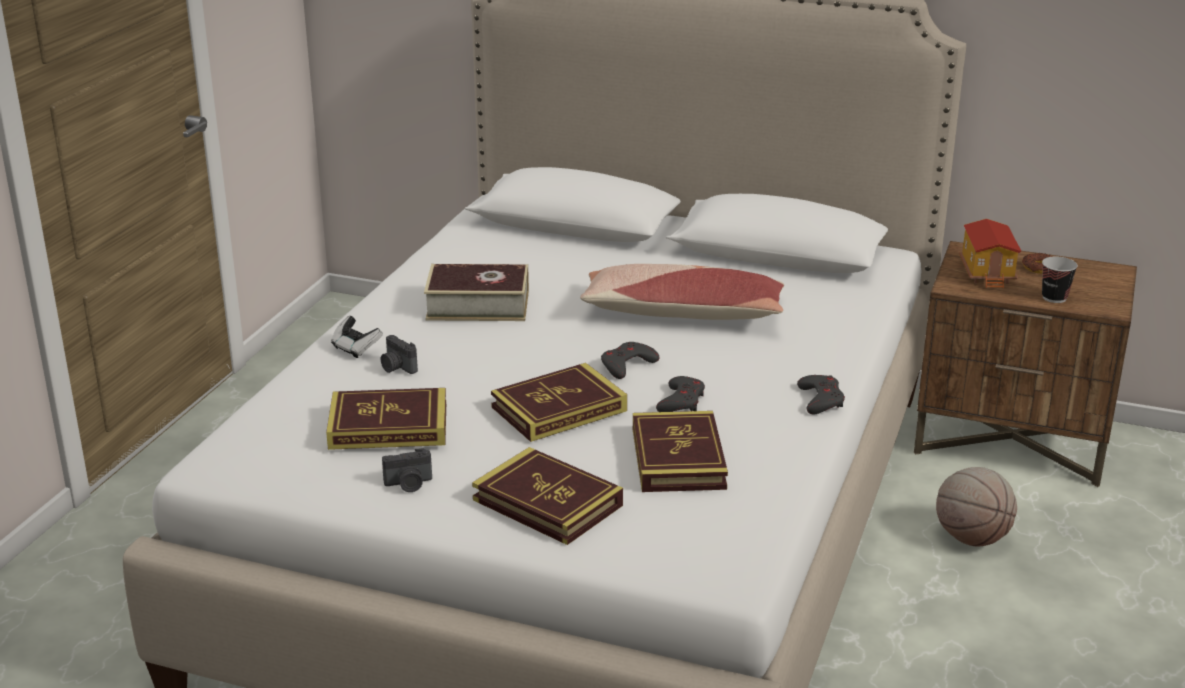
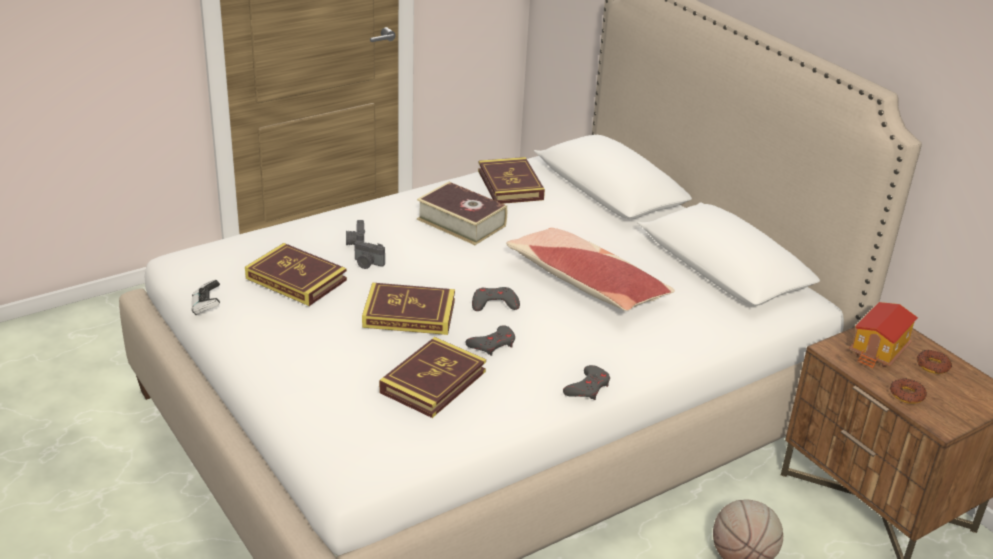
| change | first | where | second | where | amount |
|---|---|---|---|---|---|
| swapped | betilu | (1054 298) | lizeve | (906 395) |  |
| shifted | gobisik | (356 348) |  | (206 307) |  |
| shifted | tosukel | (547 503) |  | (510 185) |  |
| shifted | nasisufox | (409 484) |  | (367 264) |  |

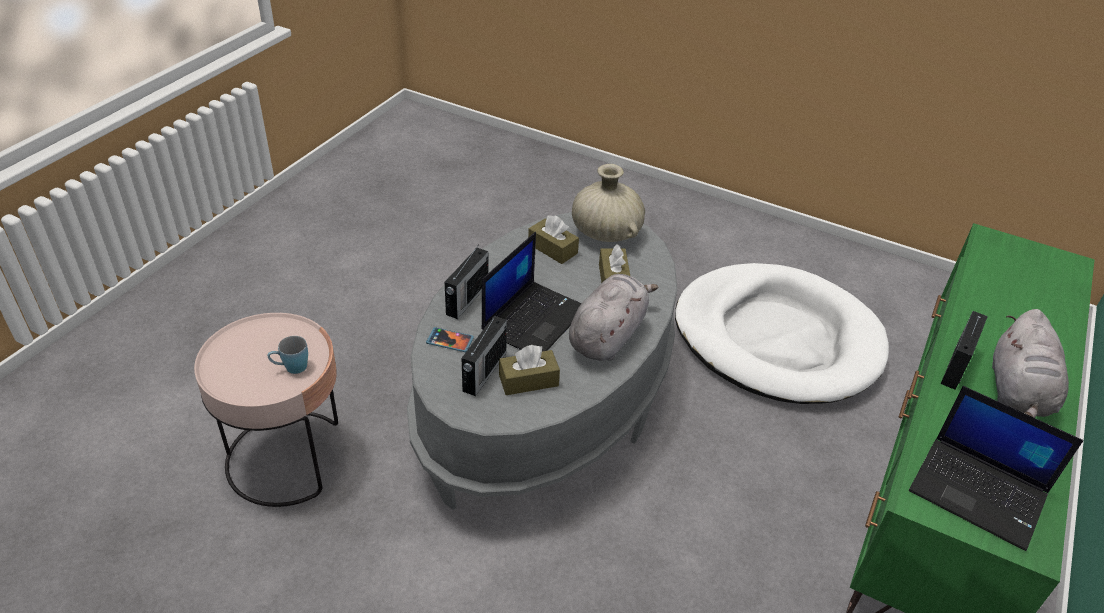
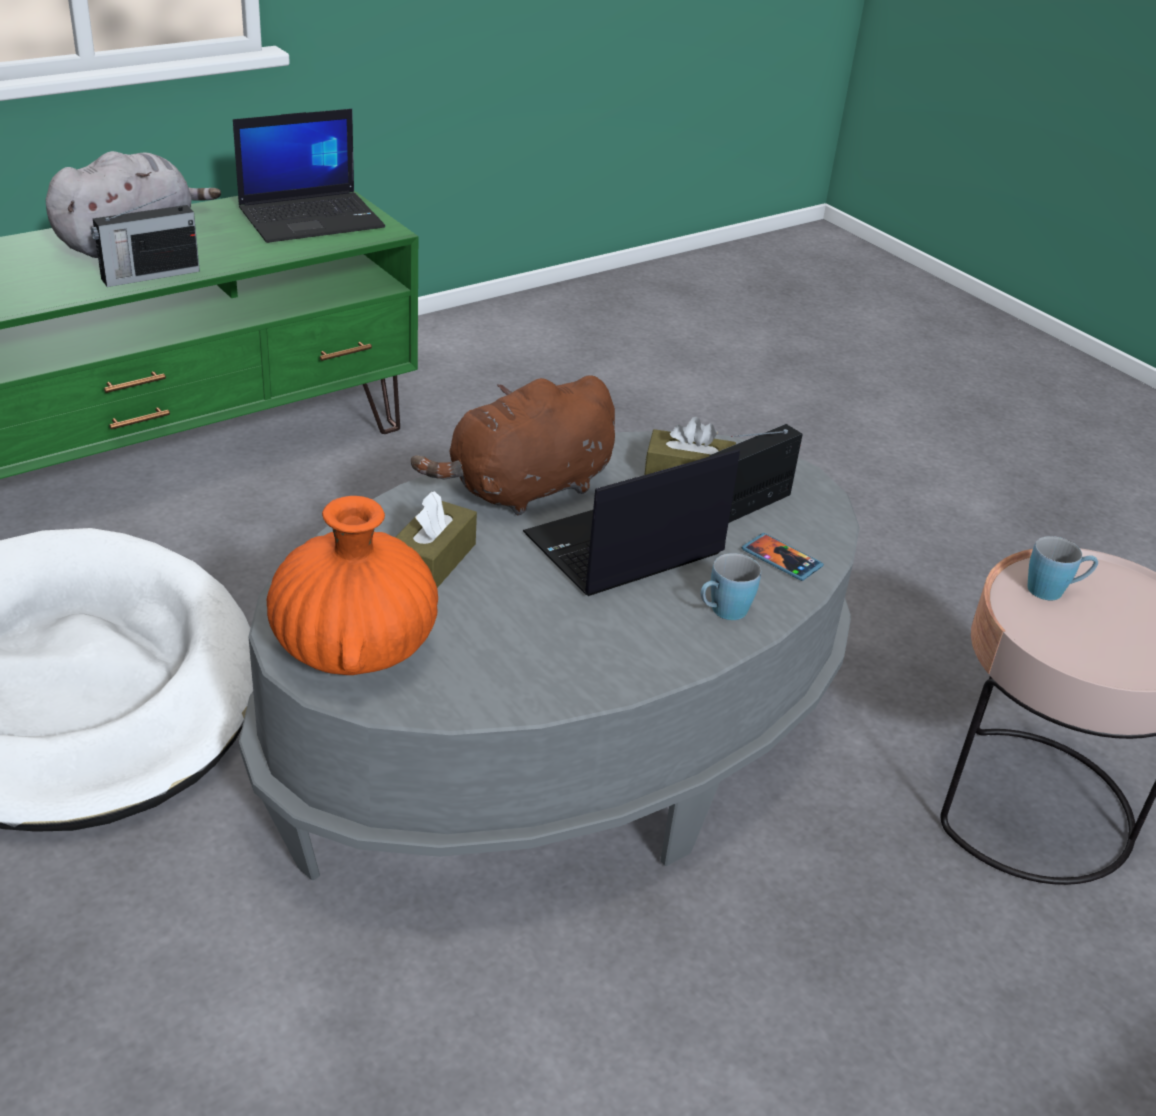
| change | first | where | second | where | amount |
|---|---|---|---|---|---|
| repainted | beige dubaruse | (605 233) | orange dubaruse | (355 647) |  |
| gone | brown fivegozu | (552 249) |  |  |  |
| swapped | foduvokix | (466 299) | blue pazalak | (722 612) |  |
| repainted | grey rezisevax | (608 336) | brown rezisevax | (525 490) |  |
| rotated | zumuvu | (980 492) |  | (312 218) | 90 degrees clockwise |

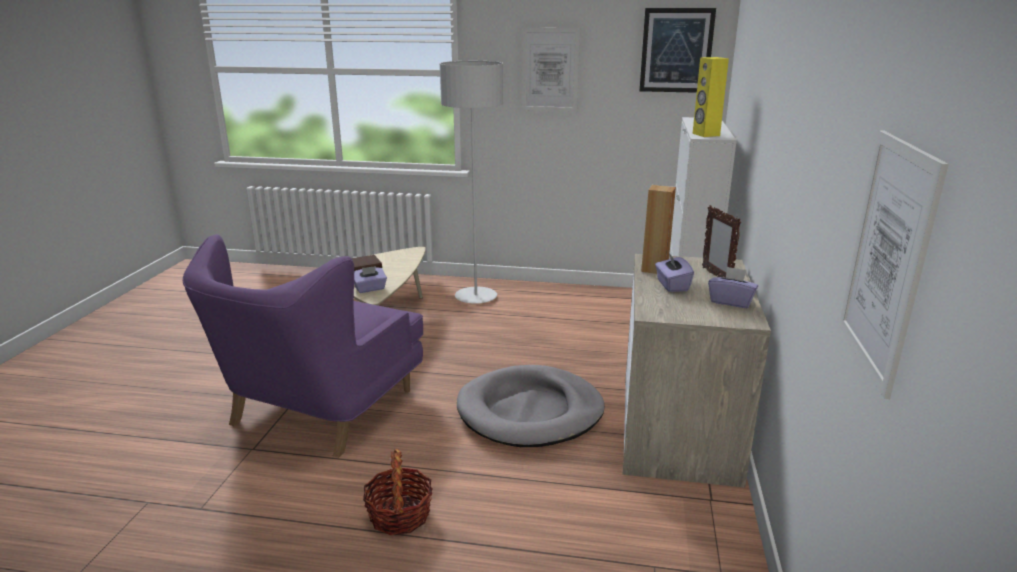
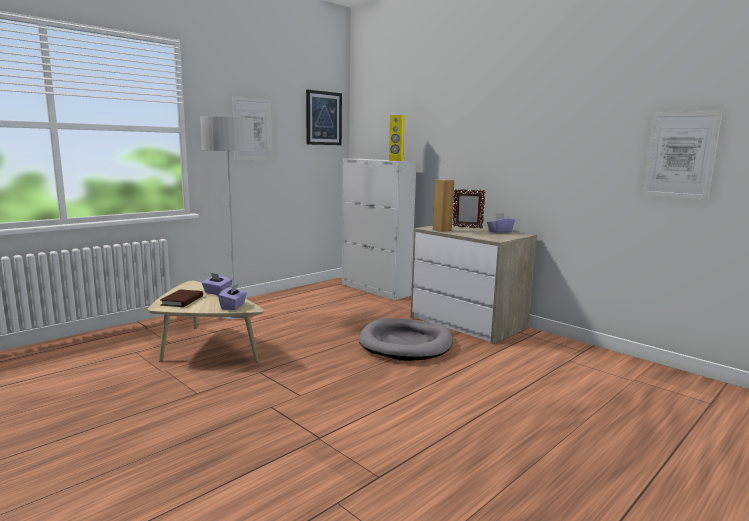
| change | first | where | second | where | amount |
|---|---|---|---|---|---|
| gone | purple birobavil | (320 409) |  |  |  |
| shifted | purple fivegozu | (672 285) |  | (217 293) |  |
| gone | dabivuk | (400 515) |  |  |  |

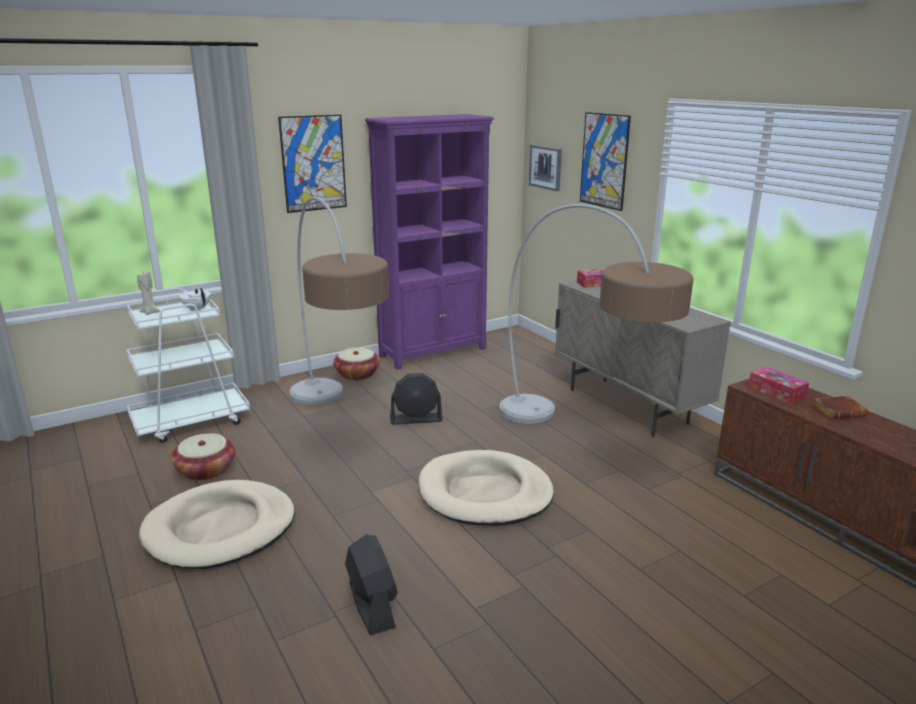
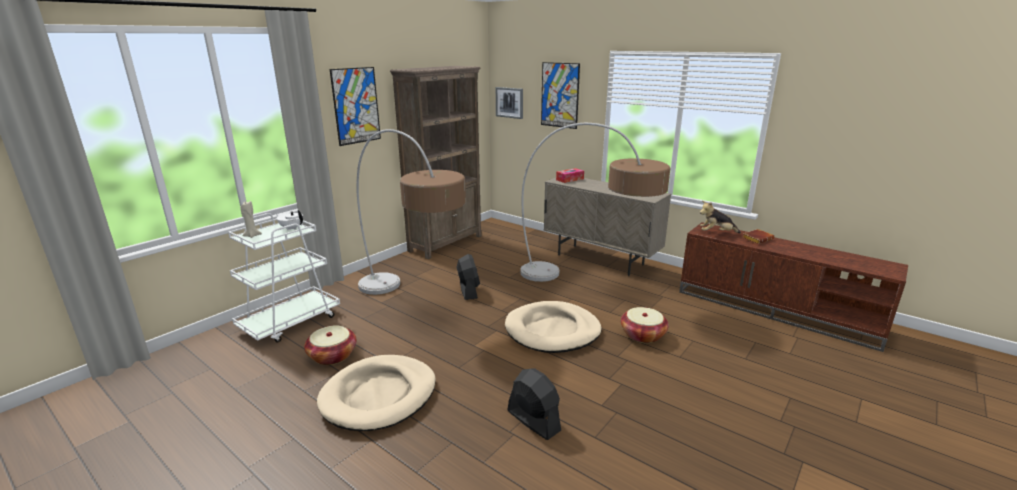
| change | first | where | second | where | amount |
|---|---|---|---|---|---|
| repainted | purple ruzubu | (434 352) | brown ruzubu | (446 243) |  |
| shifted | dabivuk | (357 374) |  | (643 335) |  |
| swapped | fivegozu | (776 392) | rezisevax | (716 233) |  |
| rotated | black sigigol | (416 419) |  | (468 290) | 75 degrees counterclockwise |

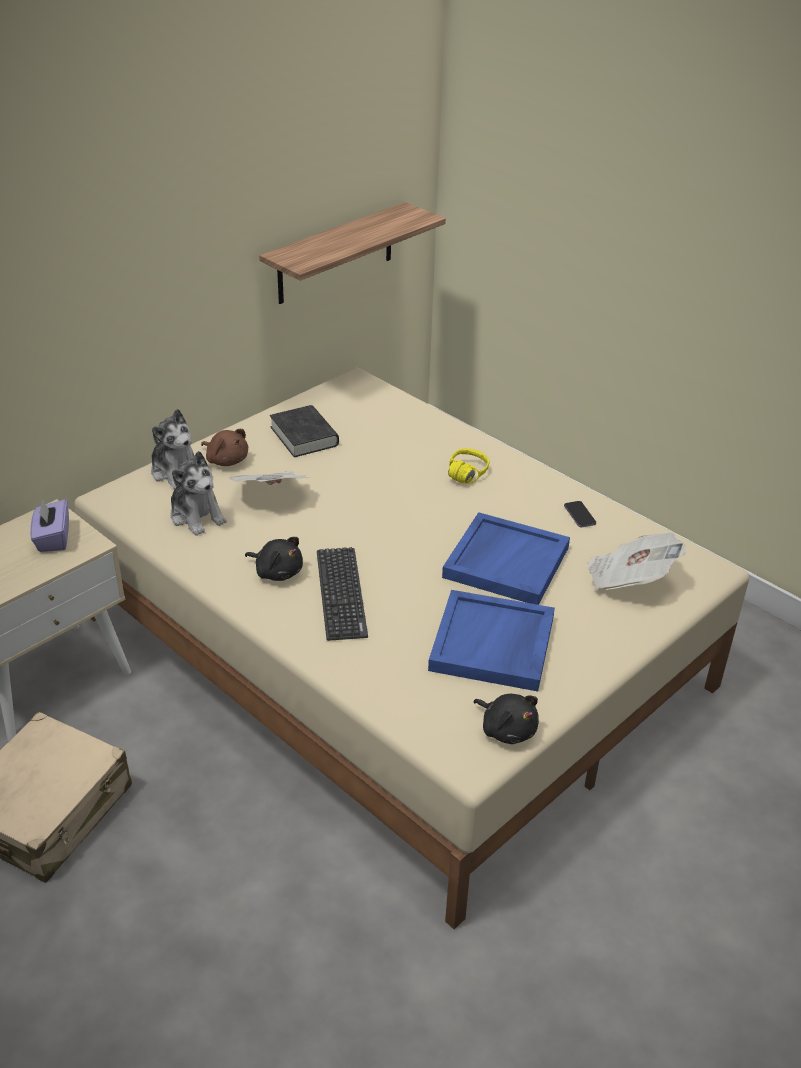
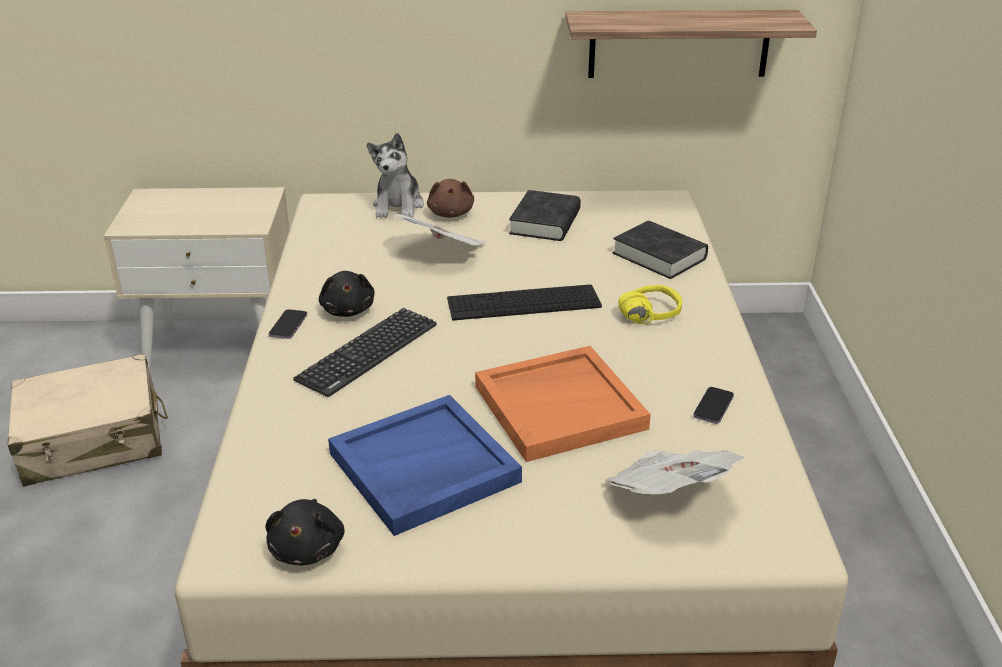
| change | first | where | second | where | amount |
|---|---|---|---|---|---|
| gone | rezisevax | (197 516) |  |  |  |
| gone | purple fivegozu | (53 539) |  |  |  |
| repainted | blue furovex | (505 561) | orange furovex | (560 406) |  |
| new |  |  | black tosukel | (659 256) |  |
| new |  |  | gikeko | (523 303) |  |
| new |  |  | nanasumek | (288 326) |  |

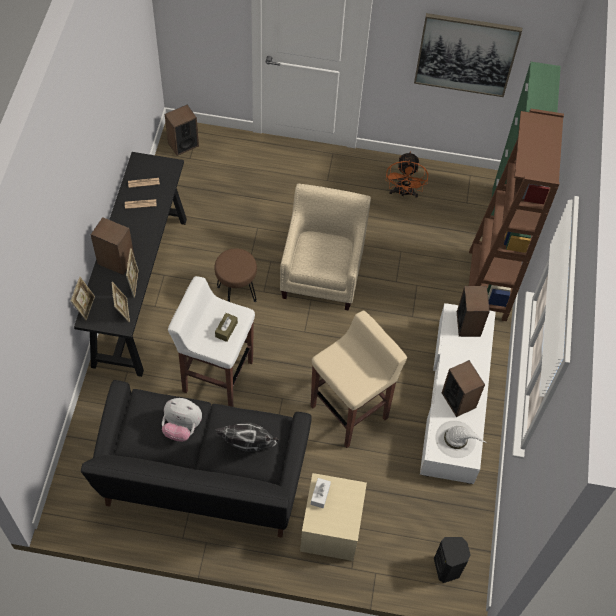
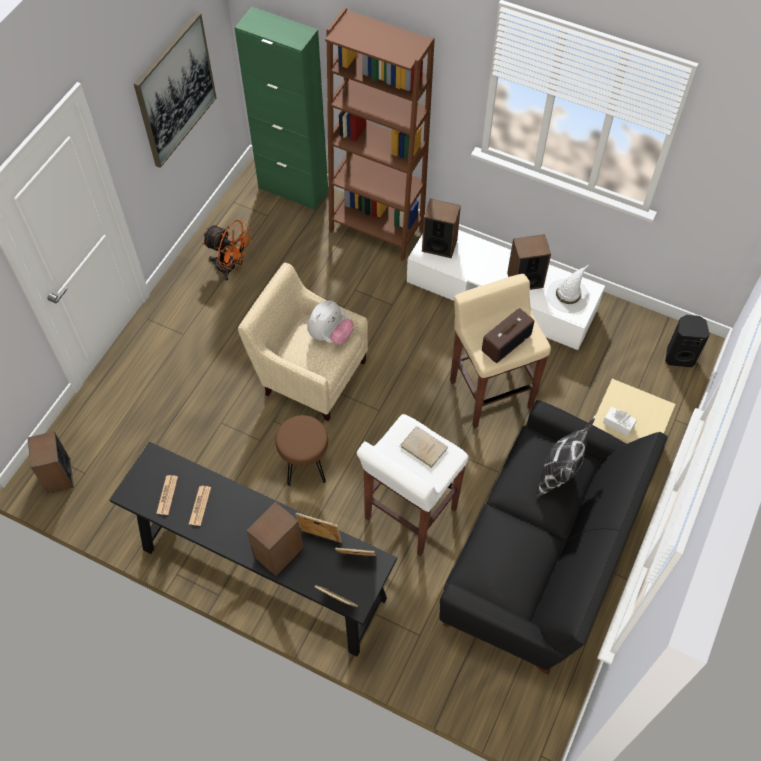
| change | first | where | second | where | amount |
|---|---|---|---|---|---|
| swapped | brown fivegozu | (226 329) | beige tosukel | (422 447) |  |
| shifted | rezisevax | (182 427) |  | (330 335) |  |
| new |  |  | foduvokix | (506 342) |  |

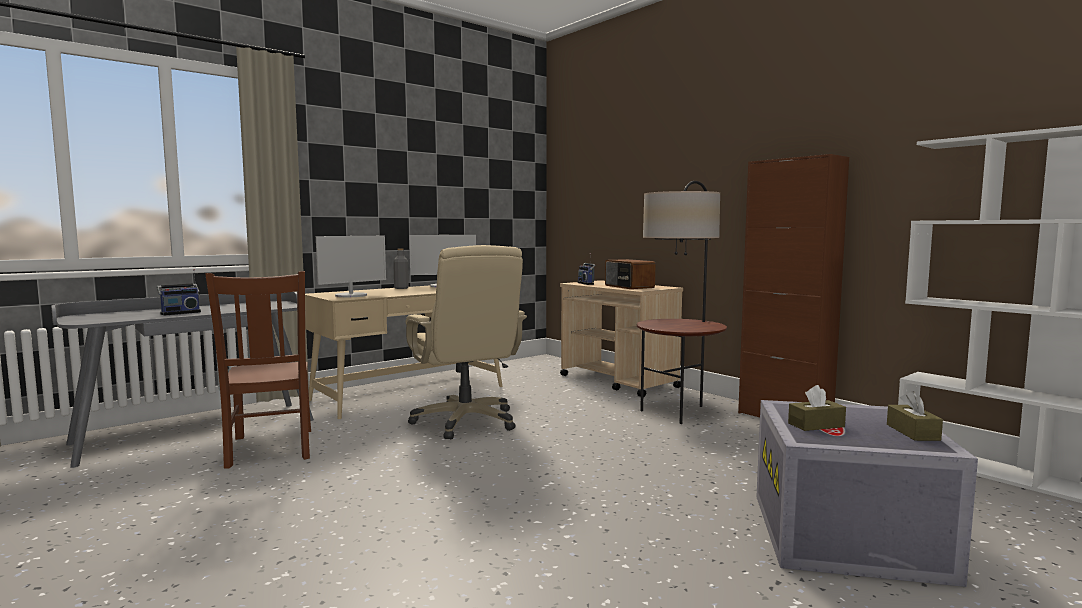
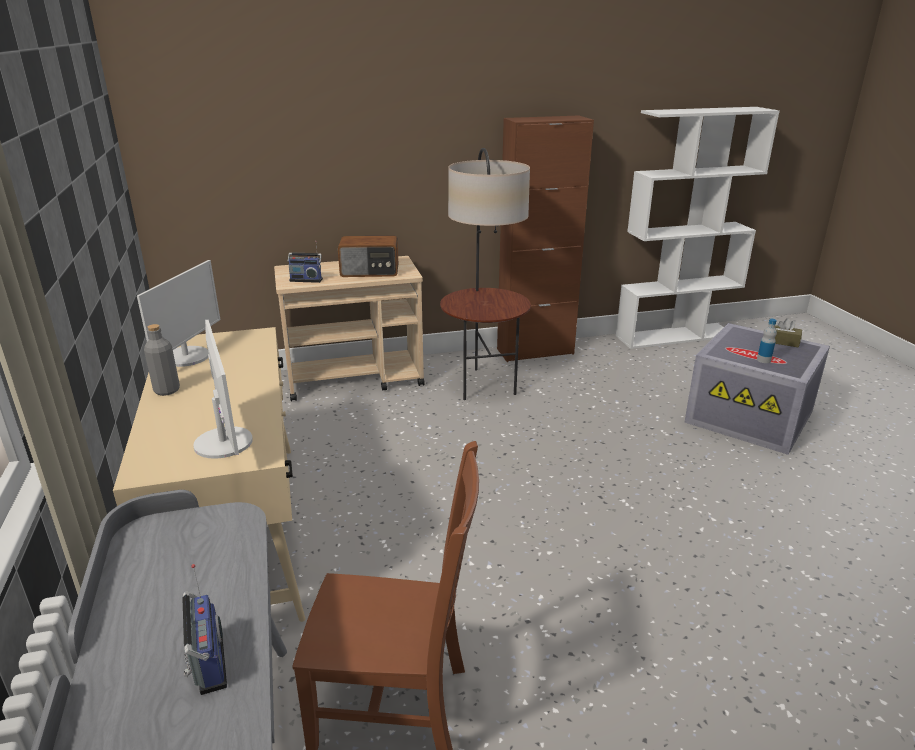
| change | first | where | second | where | amount |
|---|---|---|---|---|---|
| gone | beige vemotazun | (466 422) |  |  |  |
| swapped | brown fivegozu | (816 425) | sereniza | (763 360) |  |

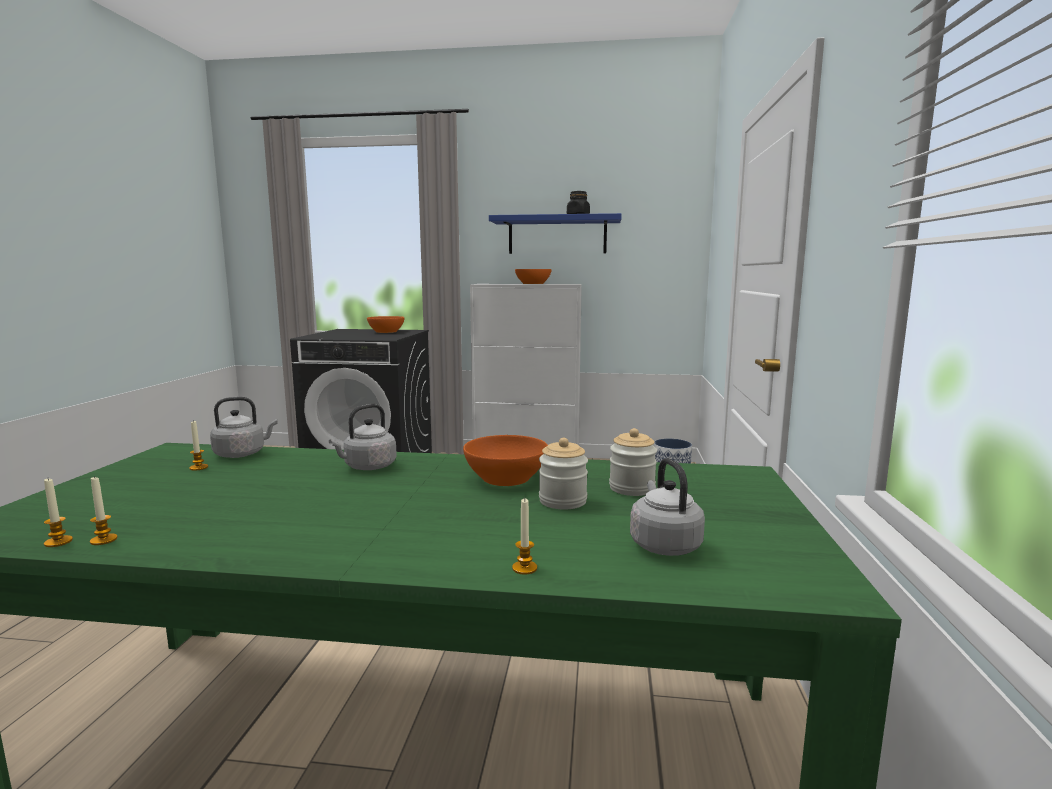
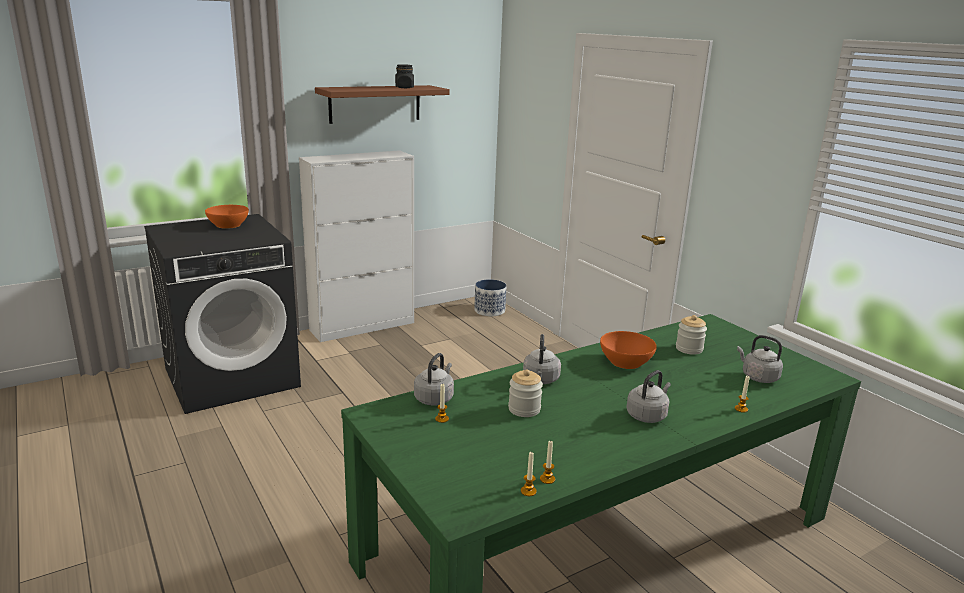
| change | first | where | second | where | amount |
|---|---|---|---|---|---|
| repainted | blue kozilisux | (557 235) | brown kozilisux | (375 104) |  |
| gone | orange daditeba | (533 283) |  |  |  |
| shifted | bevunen | (562 501) |  | (524 409) |  |
| new |  |  | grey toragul | (647 415) |  |

